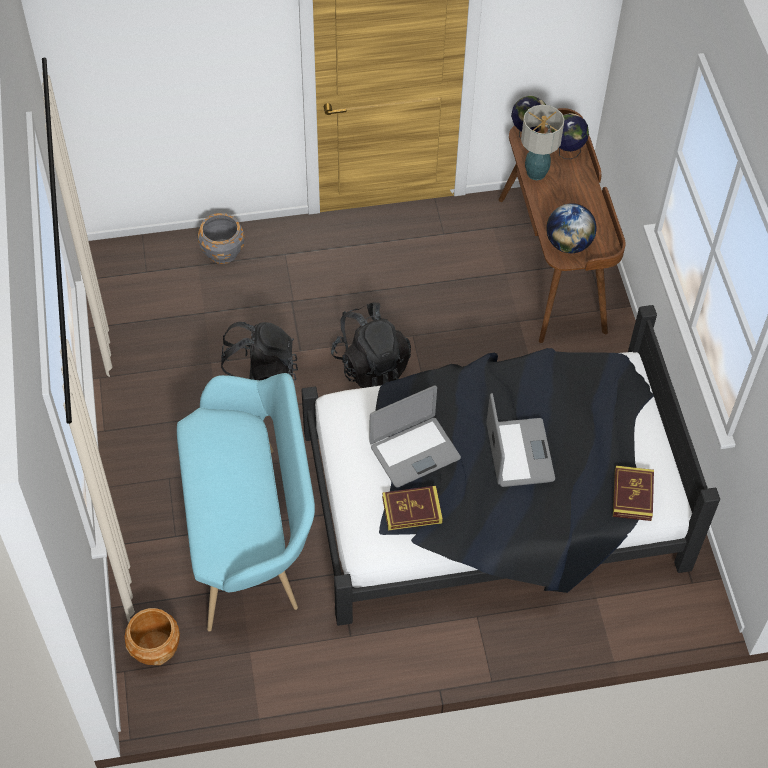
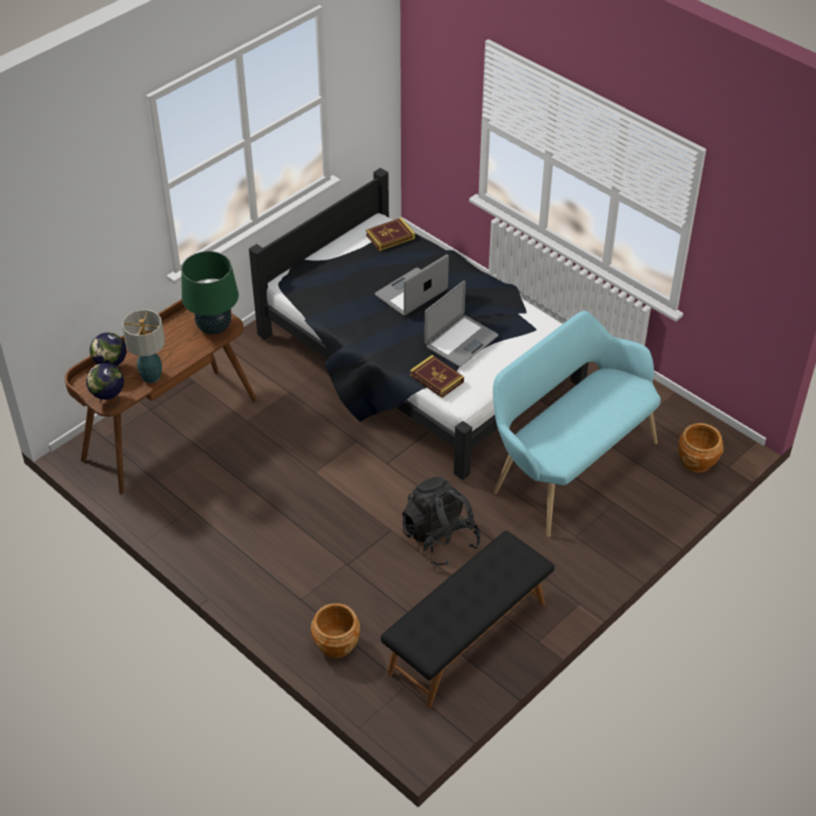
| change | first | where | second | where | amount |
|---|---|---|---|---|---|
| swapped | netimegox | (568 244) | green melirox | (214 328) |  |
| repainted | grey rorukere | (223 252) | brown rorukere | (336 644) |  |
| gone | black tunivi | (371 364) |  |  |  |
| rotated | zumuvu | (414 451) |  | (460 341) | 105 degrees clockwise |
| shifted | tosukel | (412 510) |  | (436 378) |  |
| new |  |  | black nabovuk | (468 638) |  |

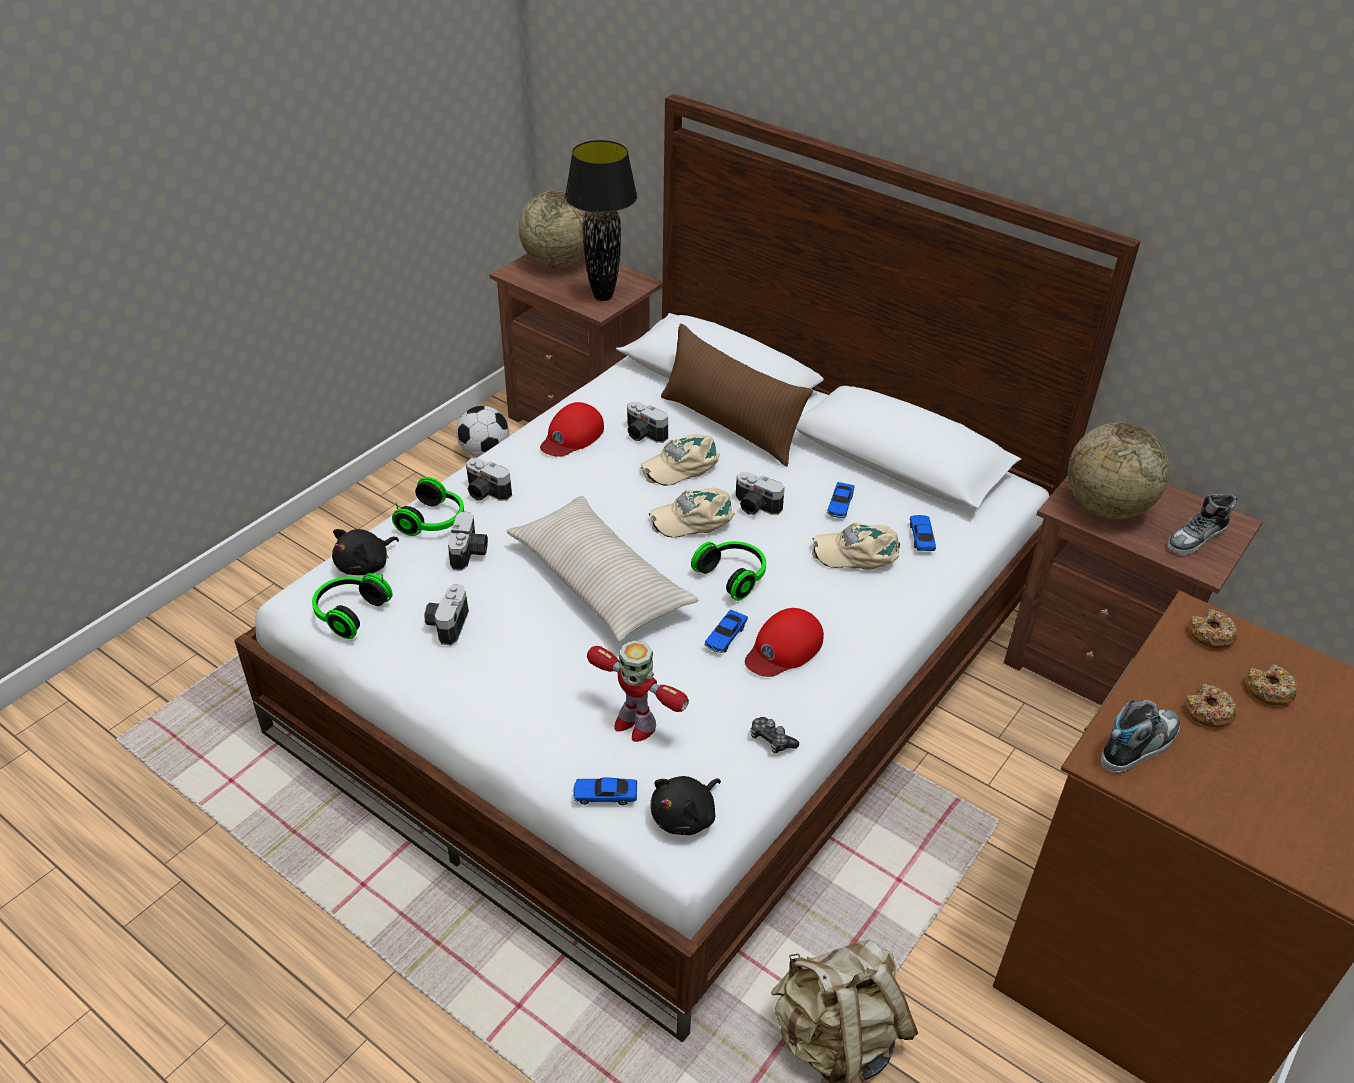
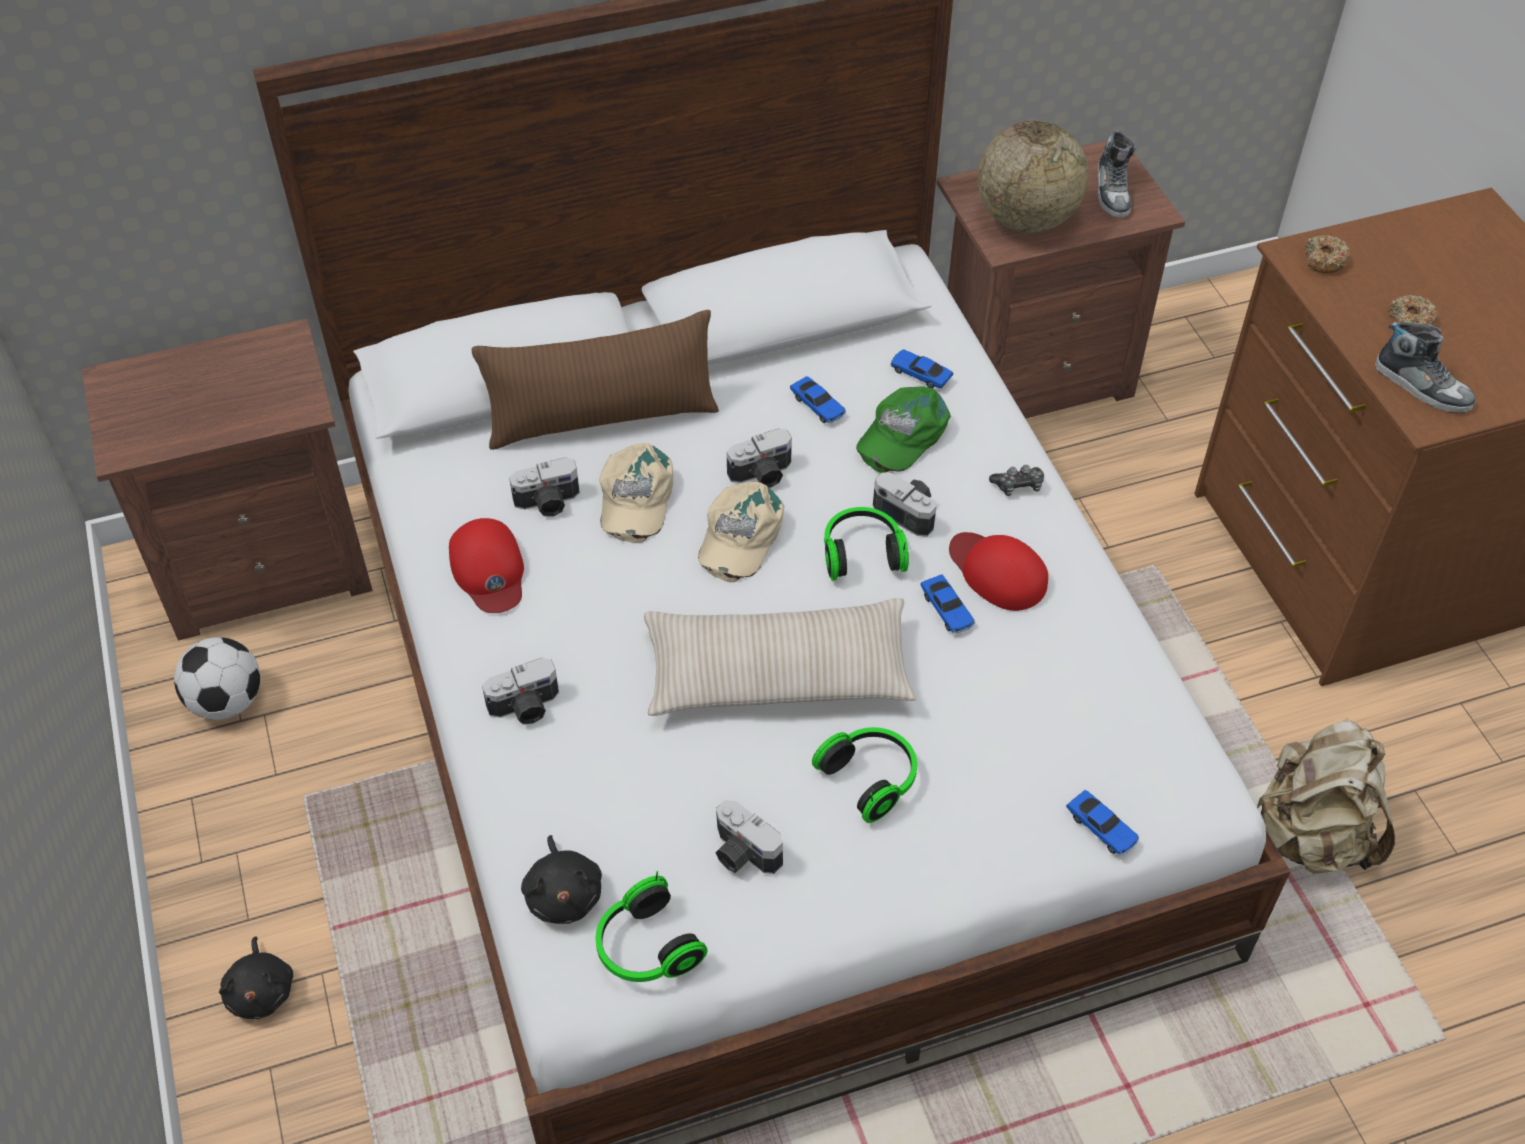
| change | first | where | second | where | amount |
|---|---|---|---|---|---|
| gone | black melirox | (602 297) |  |  |  |
| gone | netimegox | (557 262) |  |  |  |
| shifted | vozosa | (434 521) |  | (871 778) |  |
| shifted | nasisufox | (470 553) |  | (908 512) |  |
| repainted | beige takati | (857 551) | green takati | (902 434) |  |
| rotated | red takati | (783 648) |  | (997 572) | 150 degrees clockwise |
| gone | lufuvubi | (634 724) |  |  |  |
| gone | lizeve | (1268 690) |  |  |  |
| rotated | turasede | (1138 745) |  | (1422 386) | 135 degrees clockwise |
| shifted | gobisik | (771 740) |  | (1018 485) |  |
| shifted | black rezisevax | (686 816) |  | (261 990) |  |
| rotated | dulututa | (605 795) |  | (1101 828) | 75 degrees counterclockwise |

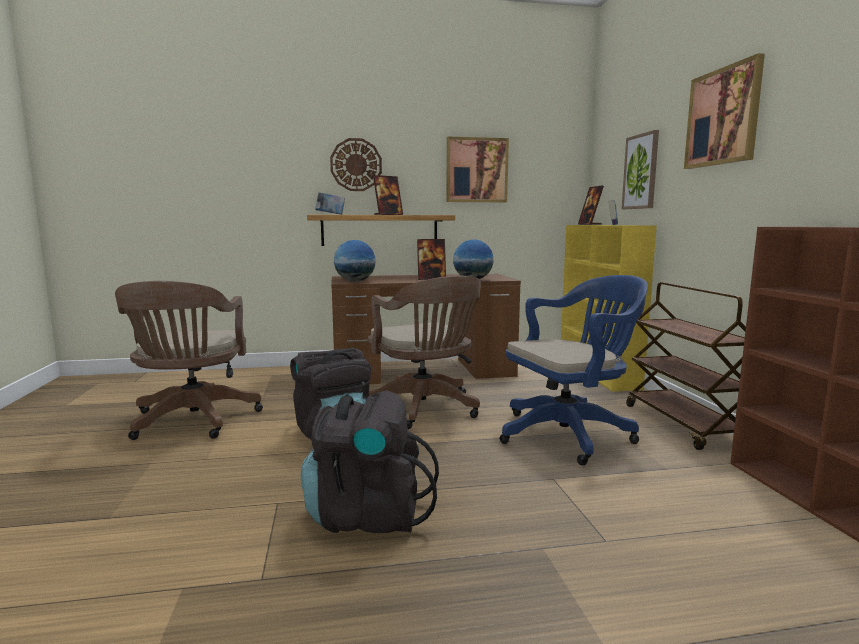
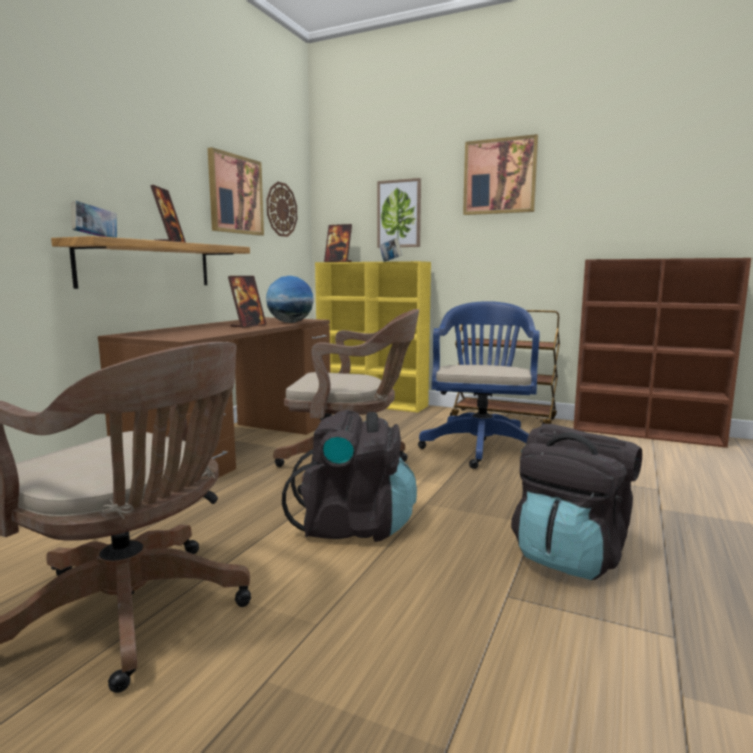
| change | first | where | second | where | amount |
|---|---|---|---|---|---|
| shifted | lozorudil | (356 165) |  | (281 209) |  |
| gone | netimegox | (355 281) |  |  |  |

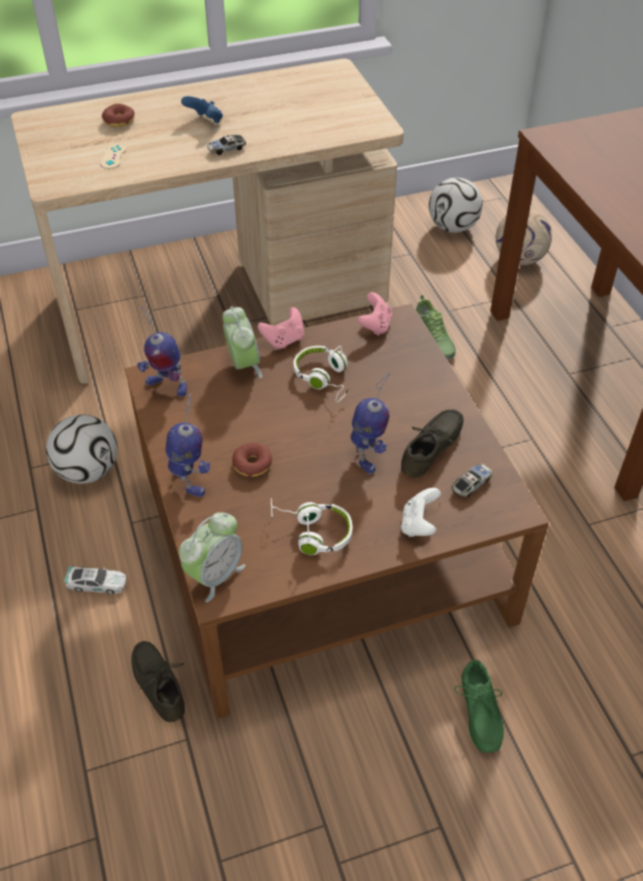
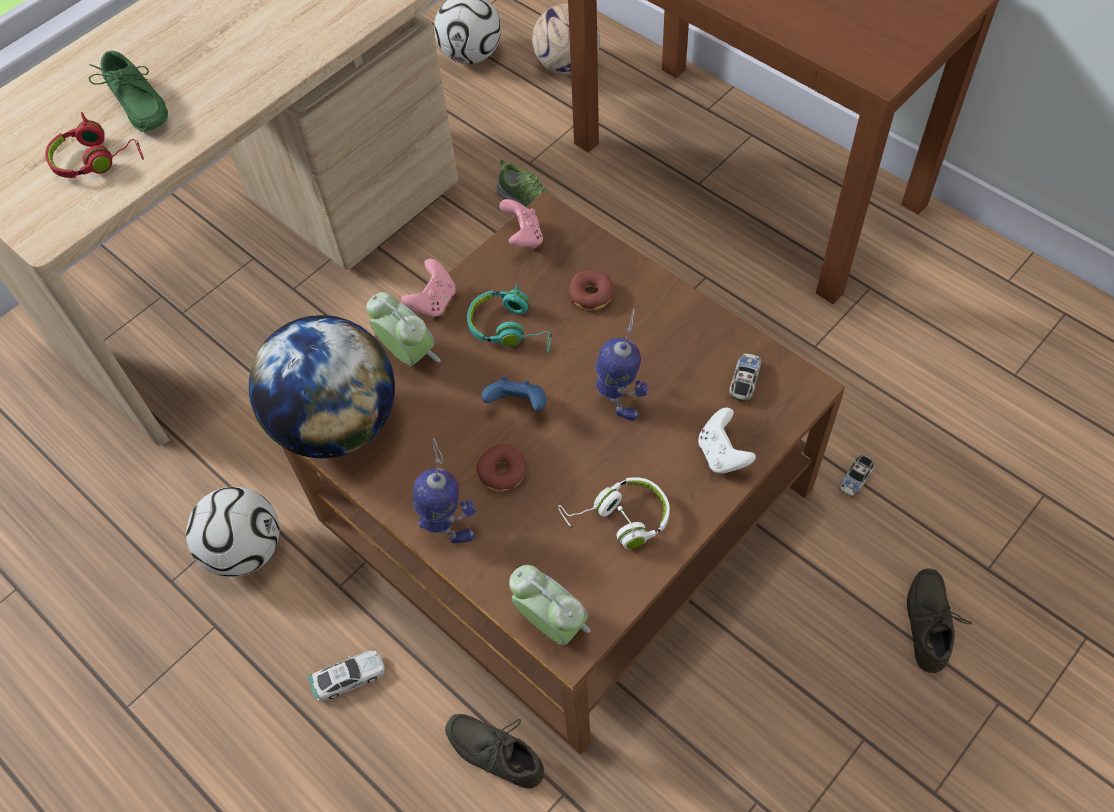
| change | first | where | second | where | amount |
|---|---|---|---|---|---|
| shifted | blue gobisik | (205 121) |  | (518 405) |  |
| shifted | lizeve | (119 121) |  | (591 295) |  |
| shifted | dulututa | (226 149) |  | (856 479) |  |
| swapped | beige gobisik | (113 157) | red vozosa | (98 159) |  |
| swapped | lufuvubi | (166 386) | netimegox | (337 423) |  |
| repainted | white vozosa | (324 378) | turquoise vozosa | (511 328) |  |
| shifted | grey turasede | (434 450) |  | (931 623) |  |
| rotated | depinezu | (215 575) |  | (551 624) | 60 degrees counterclockwise |
| shifted | green turasede | (476 713) |  | (136 107) |  |

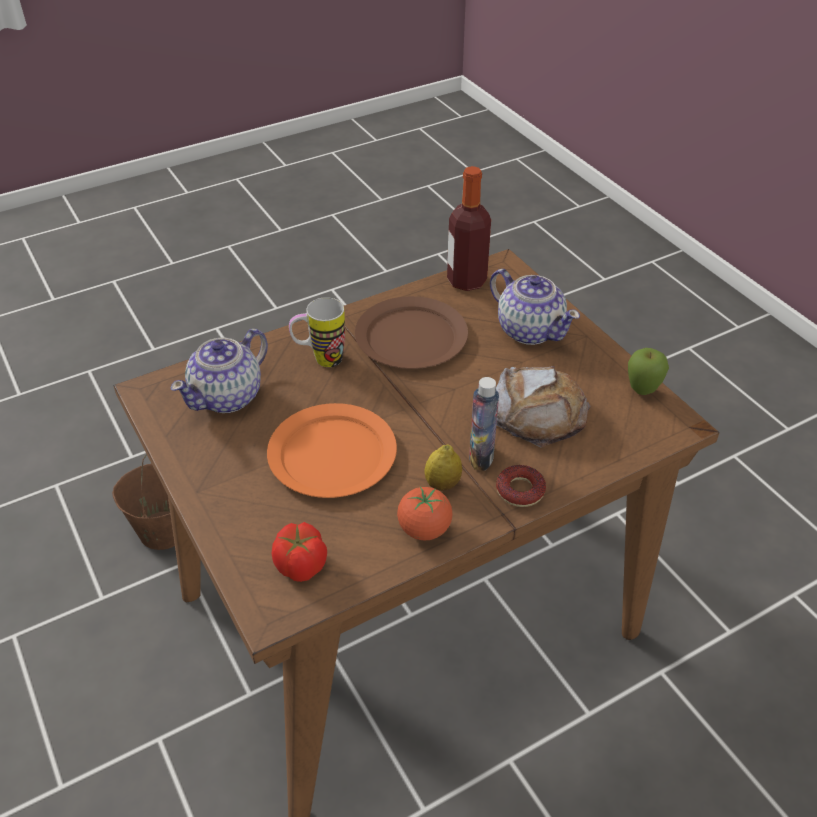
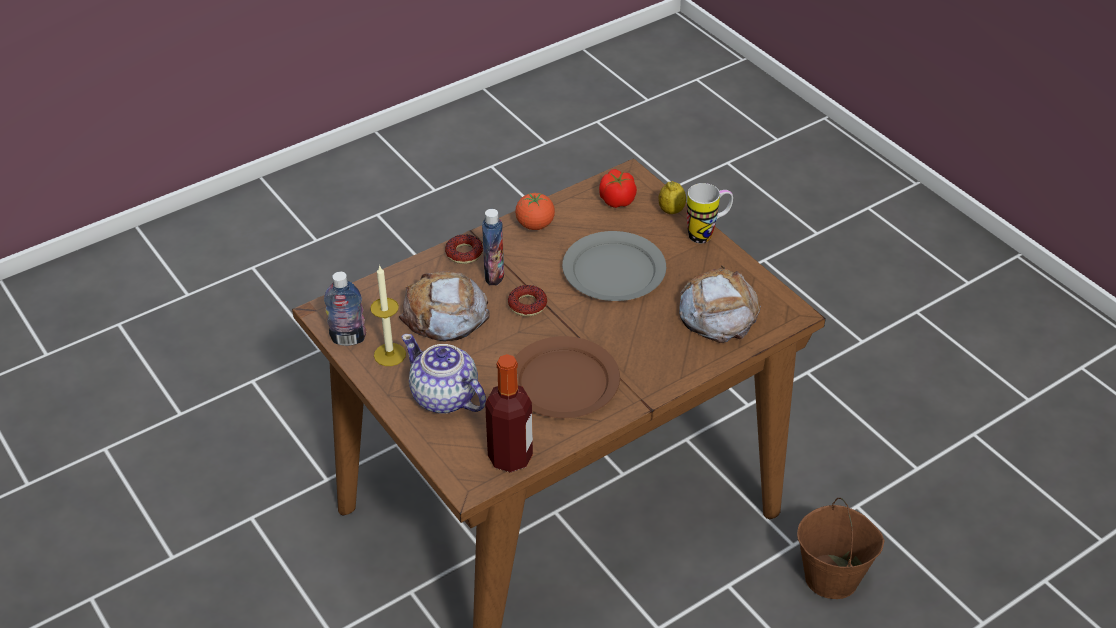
| change | first | where | second | where | amount |
|---|---|---|---|---|---|
| shifted | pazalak | (320 360) |  | (707 234) |  |
| swapped | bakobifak | (228 396) | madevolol | (717 312) |  |
| swapped | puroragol | (642 391) | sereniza | (348 339) |  |
| repainted | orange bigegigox | (331 454) | grey bigegigox | (614 270) |  |
| shifted | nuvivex | (442 484) |  | (671 211) |  |
| new |  |  | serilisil | (390 354) |  |
| new |  |  | lizeve | (527 305) |  |

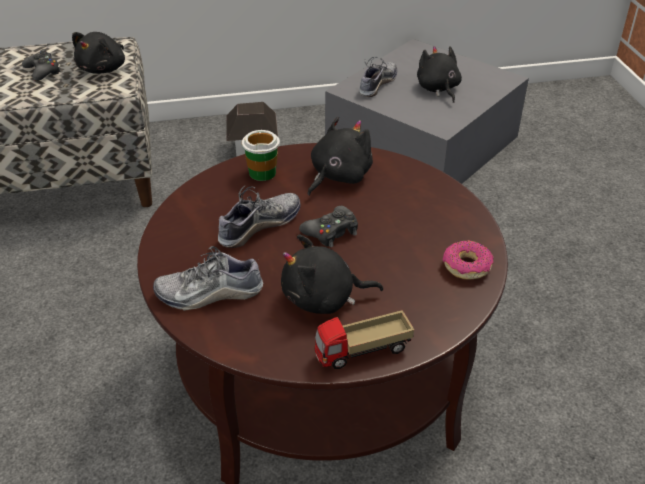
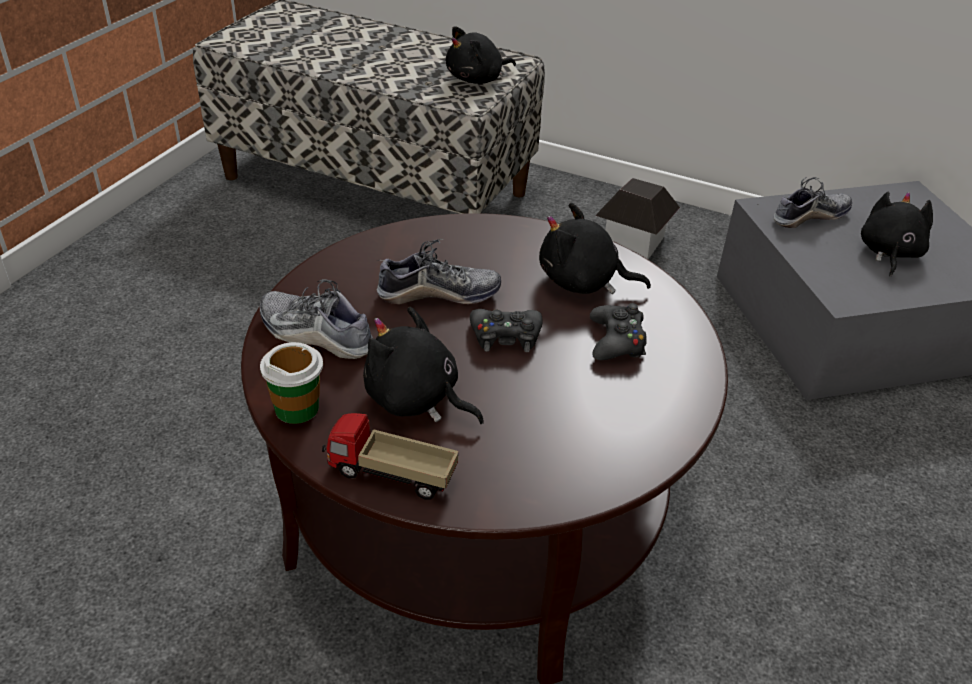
| change | first | where | second | where | amount |
|---|---|---|---|---|---|
| shifted | black gobisik | (43 72) |  | (616 341) |  |
| rotated | black rezisevax | (338 176) |  | (583 282) | 150 degrees counterclockwise |
| shifted | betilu | (262 173) |  | (297 408) |  |
| gone | lizeve | (466 266) |  |  |  |

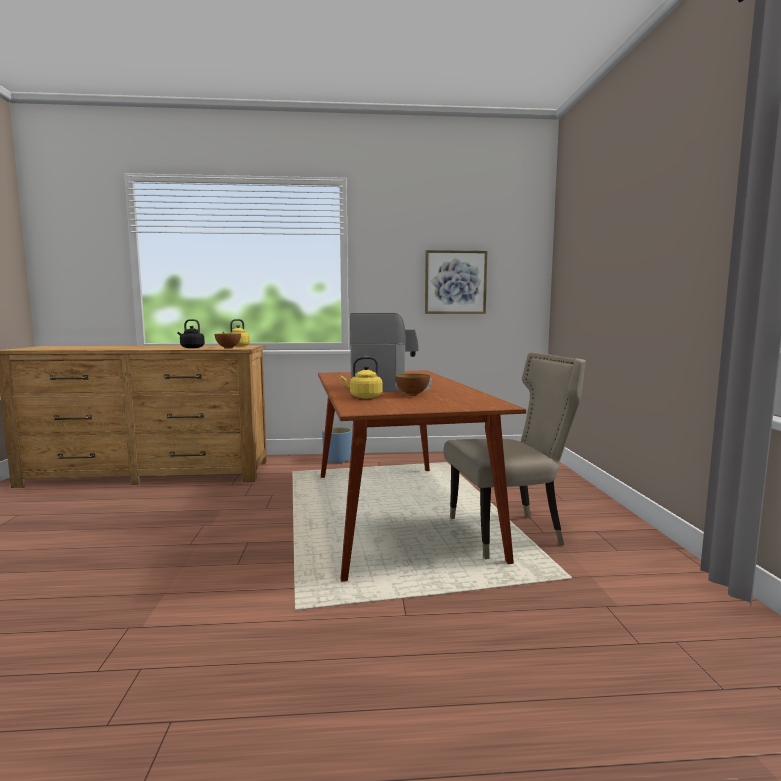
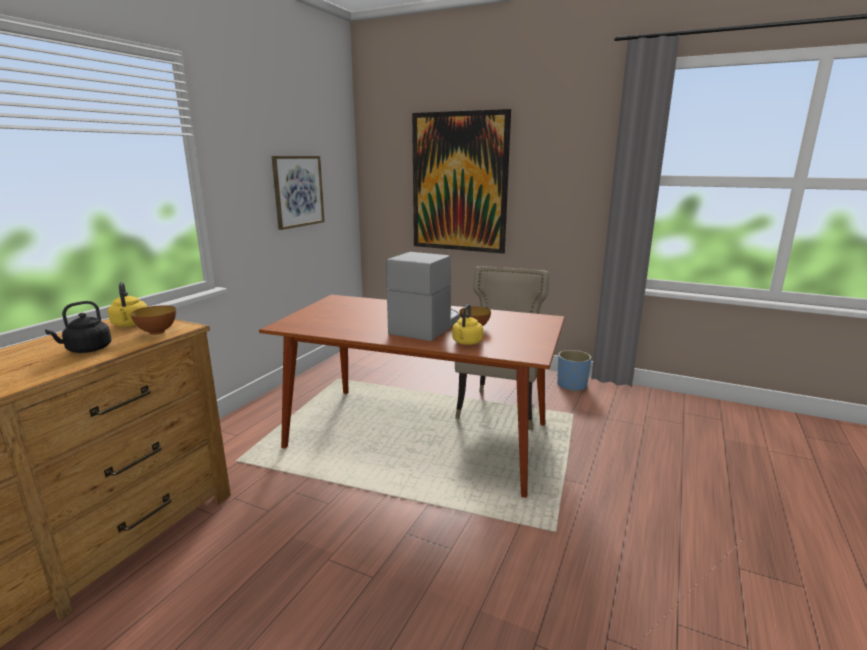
| change | first | where | second | where | amount |
|---|---|---|---|---|---|
| shifted | blue rorukere | (337 460) |  | (571 385) |  |
| new |  |  | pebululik | (459 183) |  |

